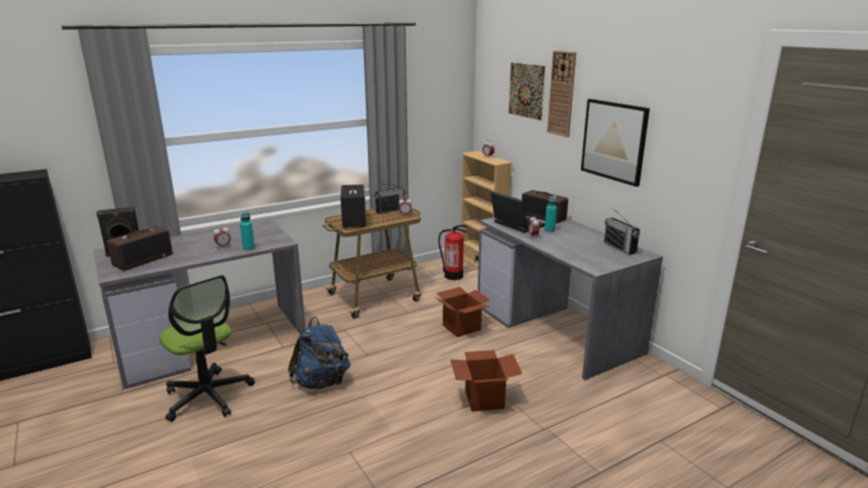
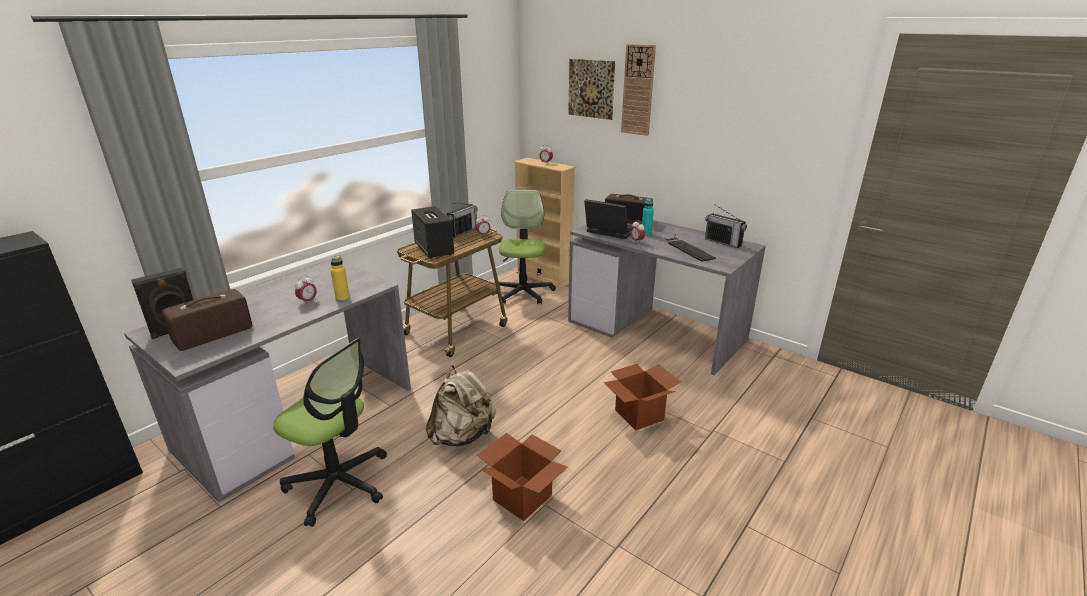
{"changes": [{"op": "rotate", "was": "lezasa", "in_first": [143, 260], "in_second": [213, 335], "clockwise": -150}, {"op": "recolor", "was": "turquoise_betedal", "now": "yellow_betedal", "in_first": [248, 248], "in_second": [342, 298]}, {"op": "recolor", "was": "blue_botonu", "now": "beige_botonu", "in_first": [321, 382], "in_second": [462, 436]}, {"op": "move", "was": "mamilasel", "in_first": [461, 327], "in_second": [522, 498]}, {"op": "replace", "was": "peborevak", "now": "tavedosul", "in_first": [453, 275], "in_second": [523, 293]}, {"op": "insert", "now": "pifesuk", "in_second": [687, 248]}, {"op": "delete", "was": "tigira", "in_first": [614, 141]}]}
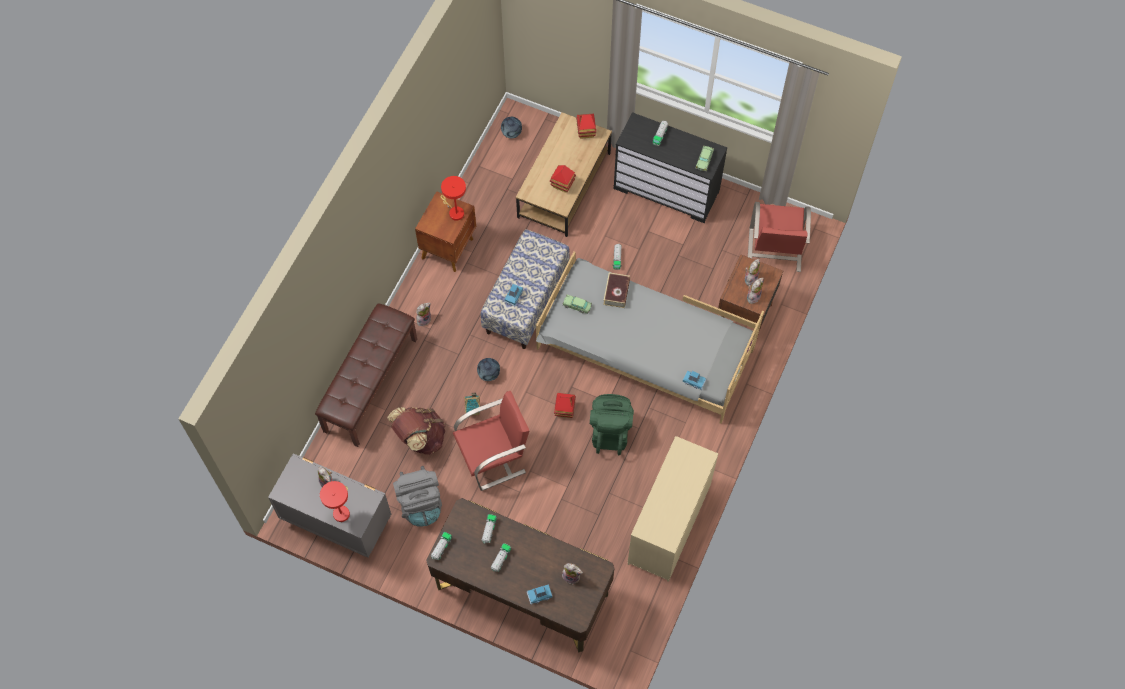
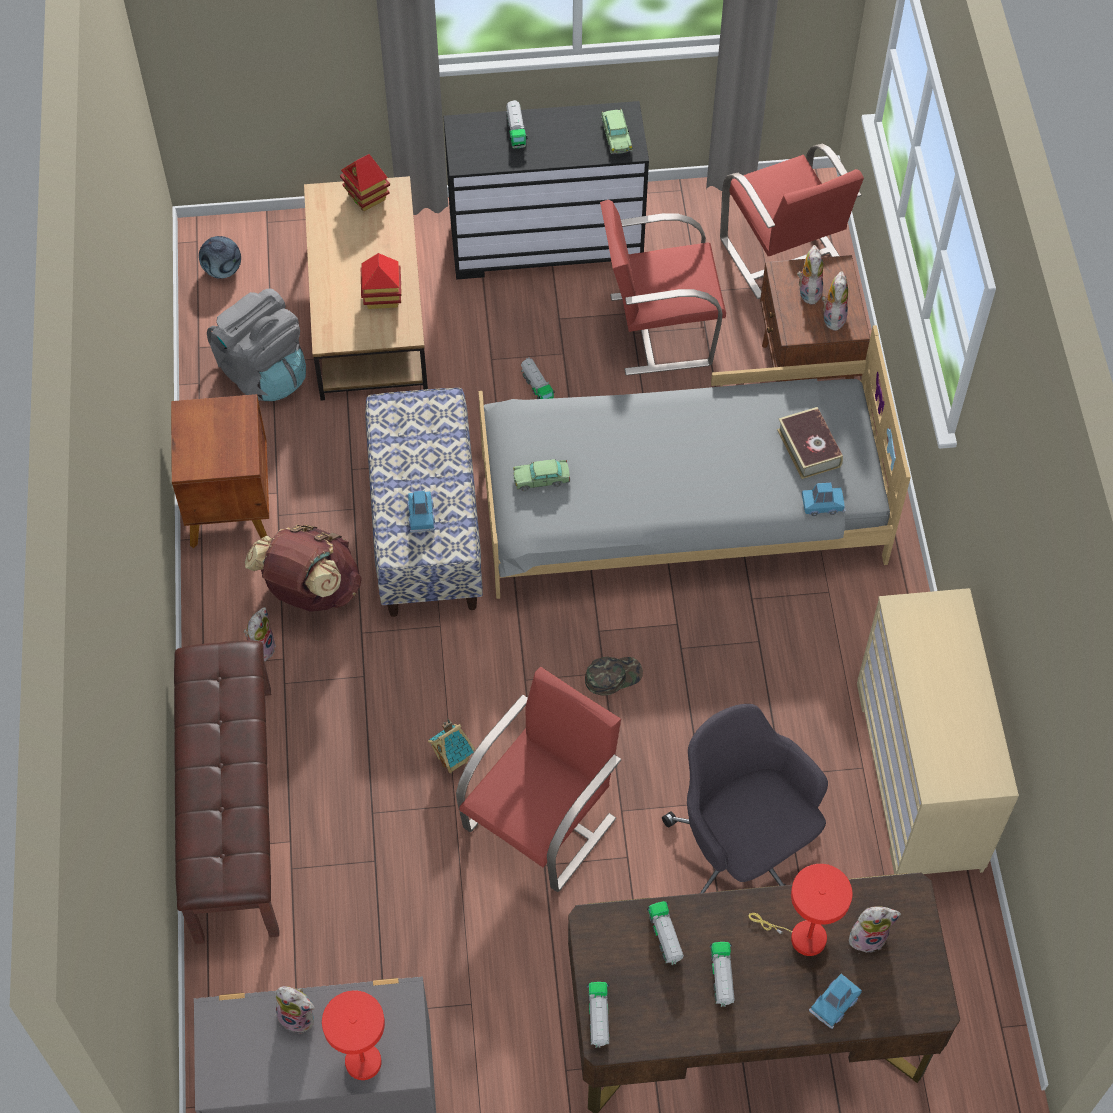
{"changes": [{"op": "move", "was": "grey_botonu", "in_first": [420, 504], "in_second": [263, 372]}, {"op": "move", "was": "brown_botonu", "in_first": [420, 438], "in_second": [310, 591]}, {"op": "replace", "was": "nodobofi", "now": "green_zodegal", "in_first": [564, 410], "in_second": [613, 676]}, {"op": "insert", "now": "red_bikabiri", "in_second": [657, 329]}, {"op": "insert", "now": "grey_tavedosul", "in_second": [742, 847]}, {"op": "move", "was": "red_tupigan", "in_first": [454, 212], "in_second": [801, 937]}, {"op": "move", "was": "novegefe", "in_first": [616, 292], "in_second": [809, 448]}, {"op": "delete", "was": "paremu", "in_first": [488, 374]}, {"op": "delete", "was": "green_botonu", "in_first": [610, 431]}]}
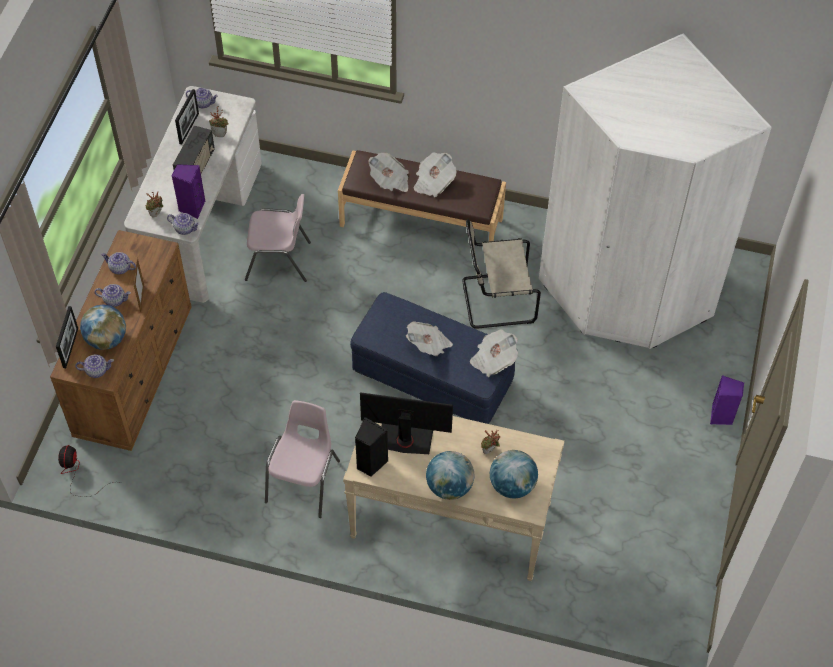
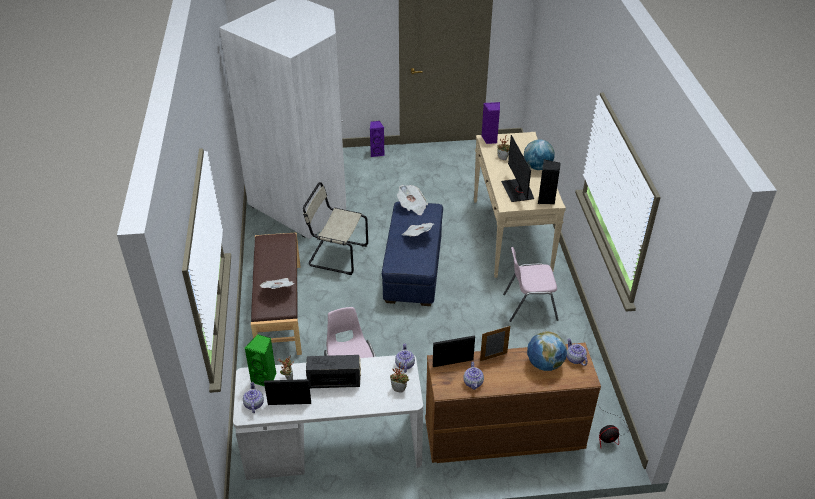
{"changes": [{"op": "insert", "now": "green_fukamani", "in_second": [265, 378]}, {"op": "rotate", "was": "beige_bikabiri", "in_first": [495, 300], "in_second": [336, 255], "clockwise": 135}, {"op": "move", "was": "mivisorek", "in_first": [70, 348], "in_second": [453, 362]}, {"op": "move", "was": "purple_fukamani", "in_first": [191, 207], "in_second": [490, 139]}, {"op": "delete", "was": "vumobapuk", "in_first": [115, 300]}, {"op": "delete", "was": "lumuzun", "in_first": [433, 182]}, {"op": "delete", "was": "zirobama", "in_first": [512, 485]}]}
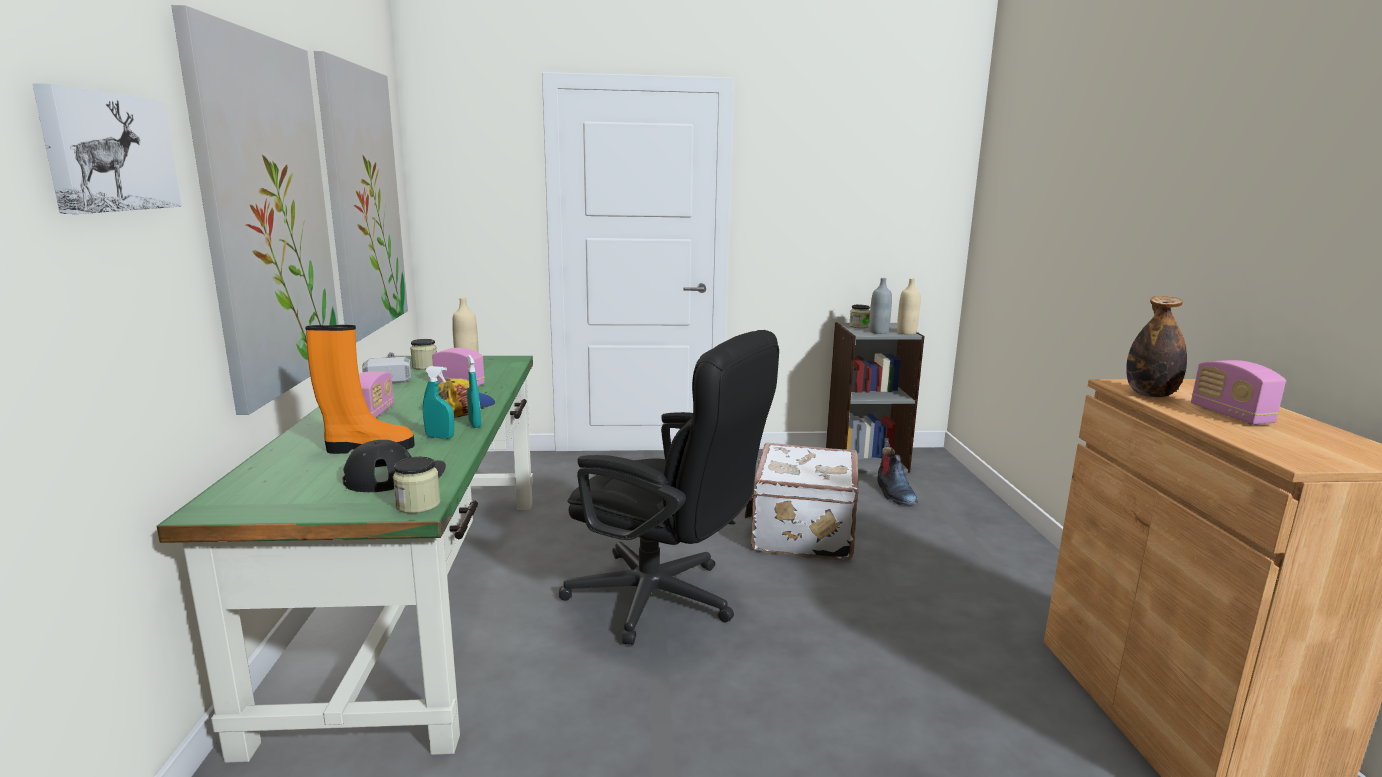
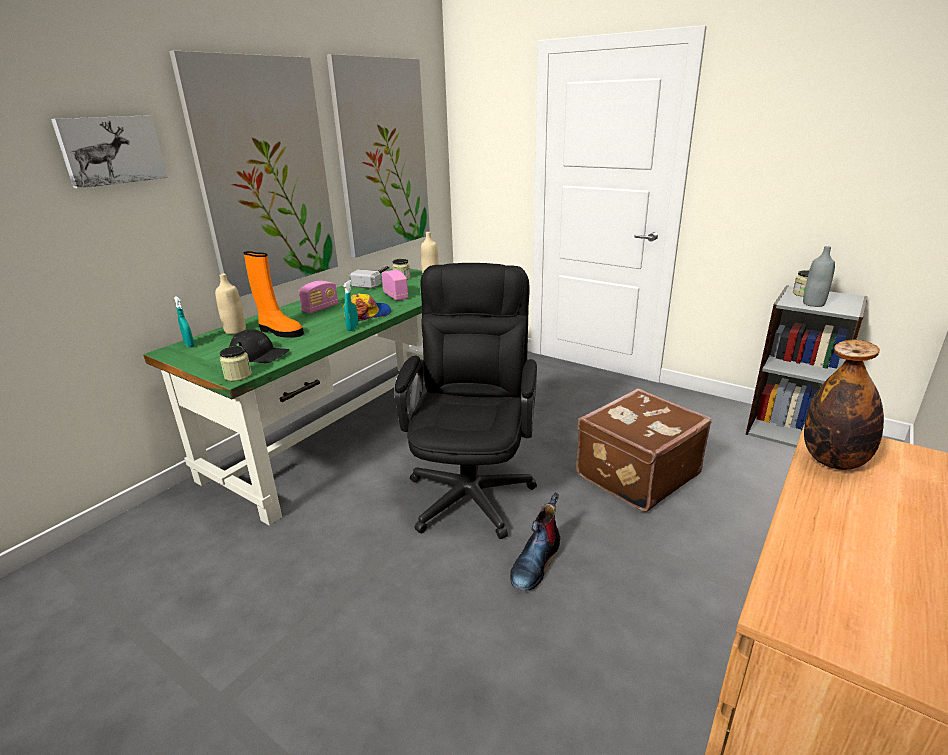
{"changes": [{"op": "move", "was": "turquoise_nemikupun", "in_first": [440, 437], "in_second": [189, 345]}, {"op": "move", "was": "beige_betedal", "in_first": [906, 332], "in_second": [235, 331]}, {"op": "rotate", "was": "black_tavedosul", "in_first": [665, 601], "in_second": [472, 487], "clockwise": -150}, {"op": "move", "was": "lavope", "in_first": [894, 493], "in_second": [535, 562]}, {"op": "recolor", "was": "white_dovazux", "now": "brown_dovazux", "in_first": [801, 533], "in_second": [635, 474]}, {"op": "delete", "was": "lezasa", "in_first": [1230, 415]}]}
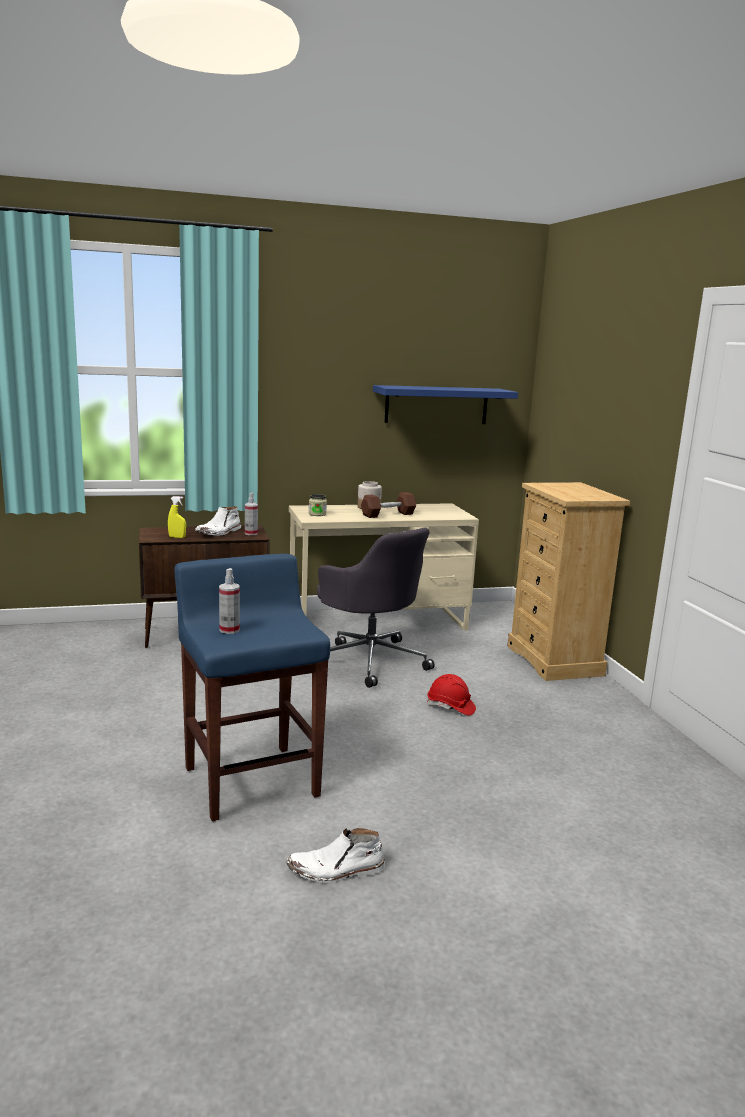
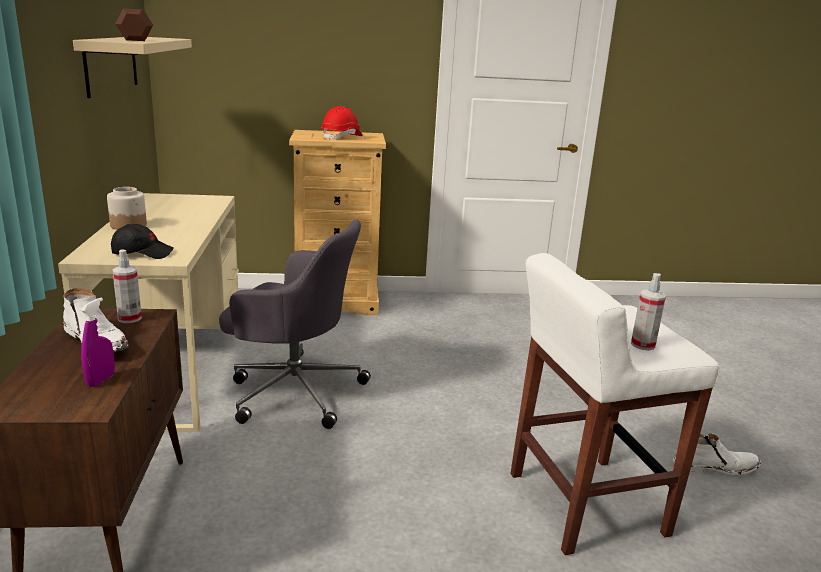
{"changes": [{"op": "recolor", "was": "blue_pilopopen", "now": "beige_pilopopen", "in_first": [436, 405], "in_second": [111, 64]}, {"op": "recolor", "was": "yellow_nemikupun", "now": "purple_nemikupun", "in_first": [177, 537], "in_second": [101, 380]}, {"op": "replace", "was": "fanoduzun", "now": "black_zodegal", "in_first": [317, 514], "in_second": [142, 253]}, {"op": "move", "was": "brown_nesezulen", "in_first": [388, 514], "in_second": [136, 39]}, {"op": "rotate", "was": "grey_tavedosul", "in_first": [370, 660], "in_second": [293, 391], "clockwise": 45}, {"op": "move", "was": "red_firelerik", "in_first": [450, 707], "in_second": [342, 137]}, {"op": "recolor", "was": "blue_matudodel", "now": "white_matudodel", "in_first": [251, 780], "in_second": [583, 504]}, {"op": "rotate", "was": "white_lavope", "in_first": [336, 870], "in_second": [714, 466], "clockwise": -90}]}
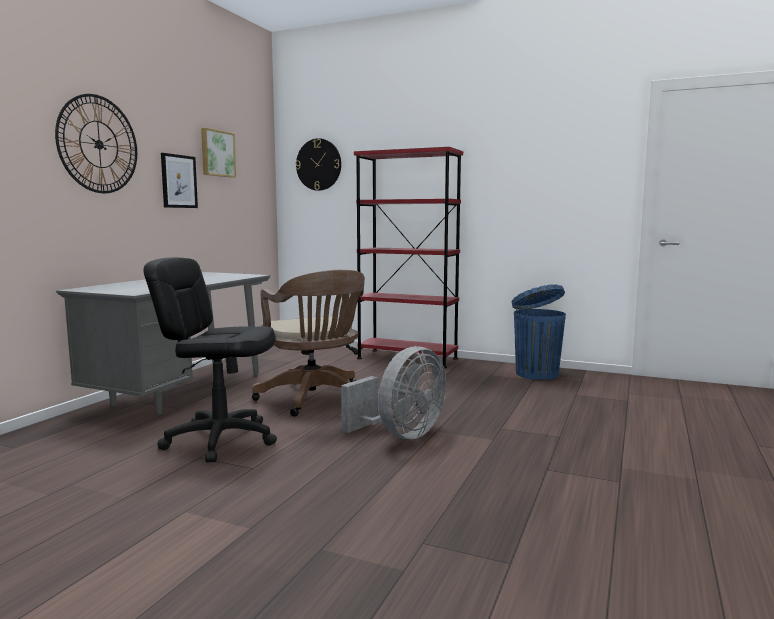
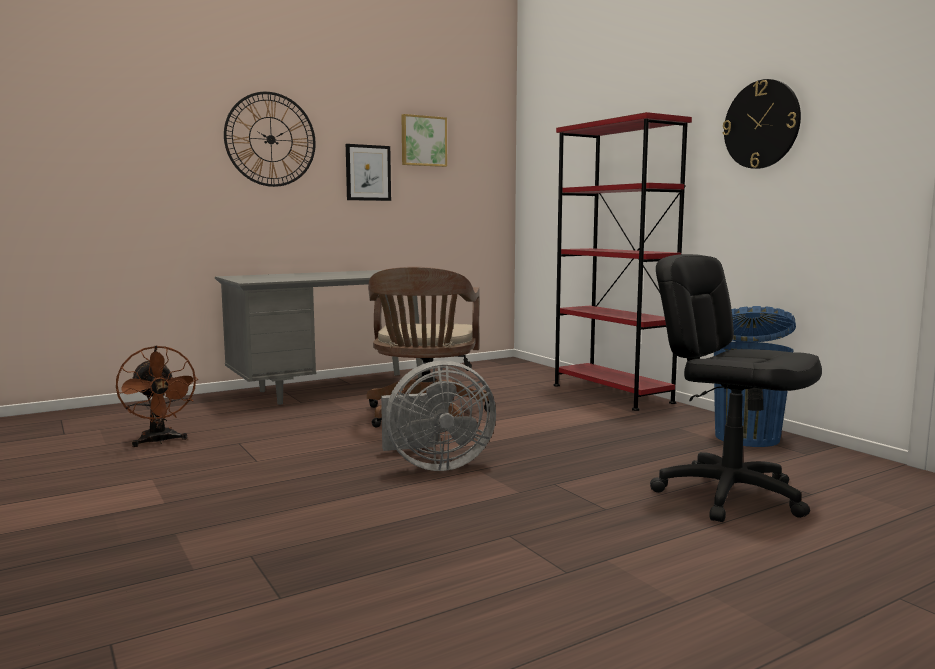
{"changes": [{"op": "insert", "now": "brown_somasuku", "in_second": [159, 441]}, {"op": "move", "was": "black_tavedosul", "in_first": [220, 439], "in_second": [729, 495]}, {"op": "move", "was": "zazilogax", "in_first": [318, 164], "in_second": [761, 124]}]}
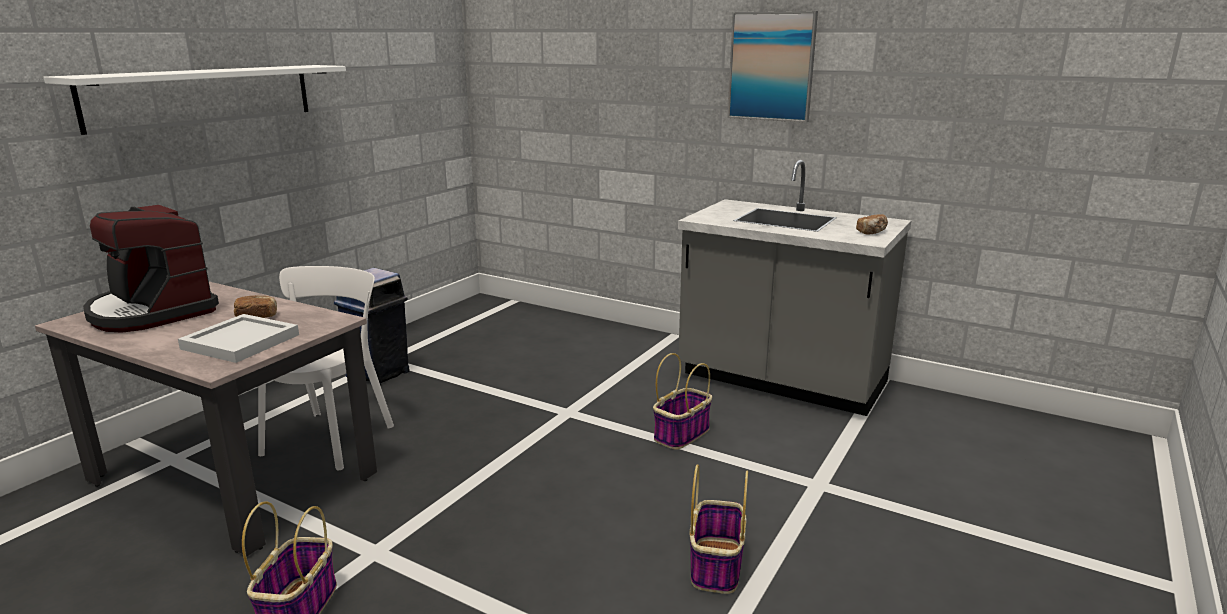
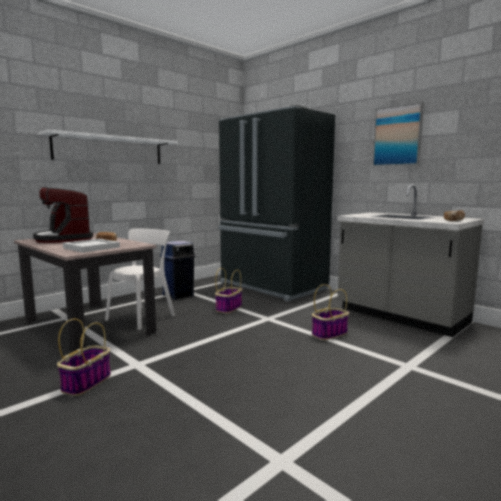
{"changes": [{"op": "move", "was": "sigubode", "in_first": [715, 565], "in_second": [229, 308]}, {"op": "insert", "now": "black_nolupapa", "in_second": [271, 286]}]}
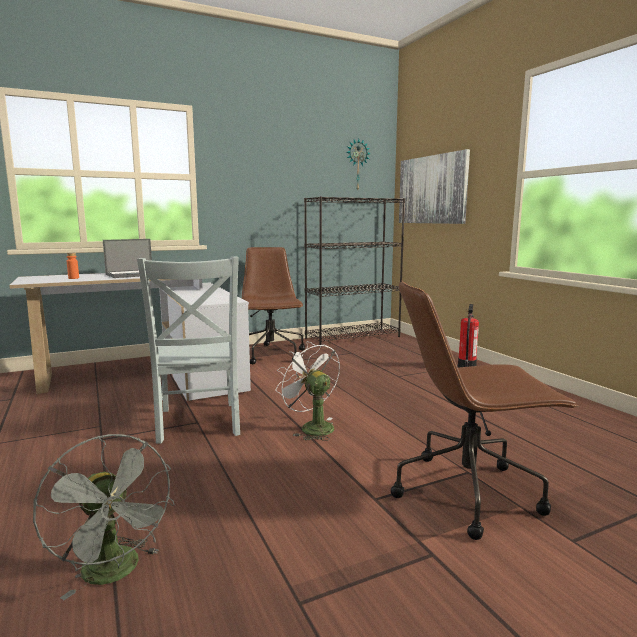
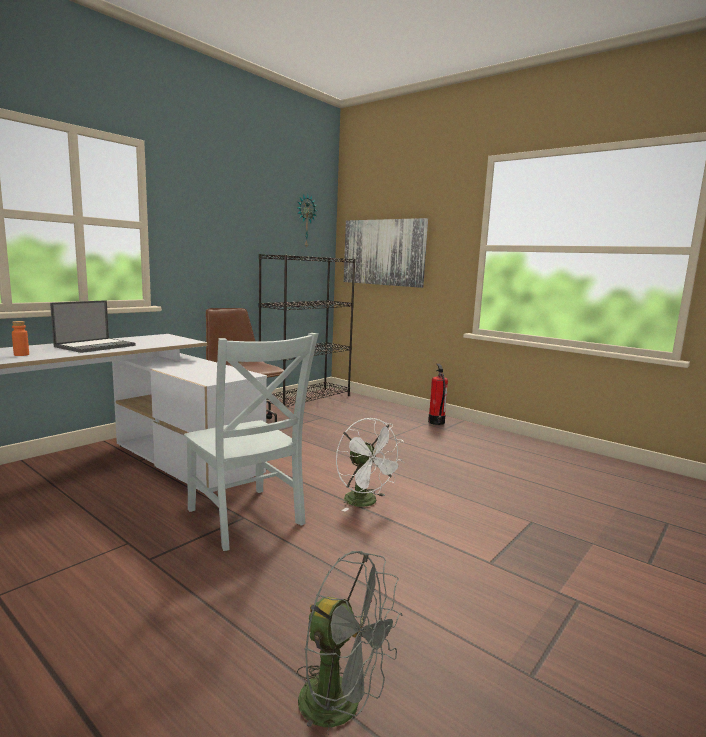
{"changes": [{"op": "rotate", "was": "white_somasuku", "in_first": [311, 427], "in_second": [366, 503], "clockwise": -150}, {"op": "delete", "was": "brown_tavedosul", "in_first": [469, 492]}]}
